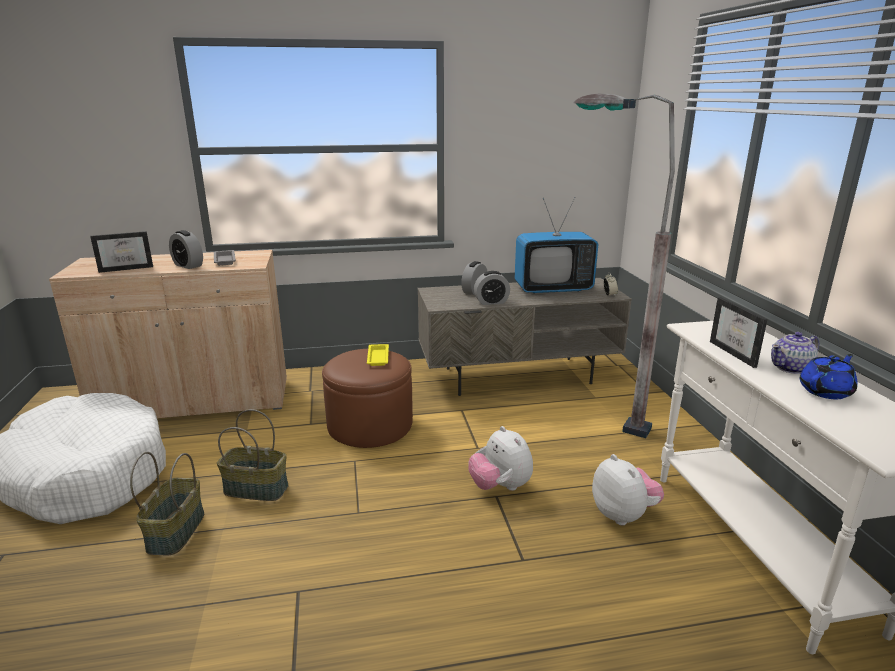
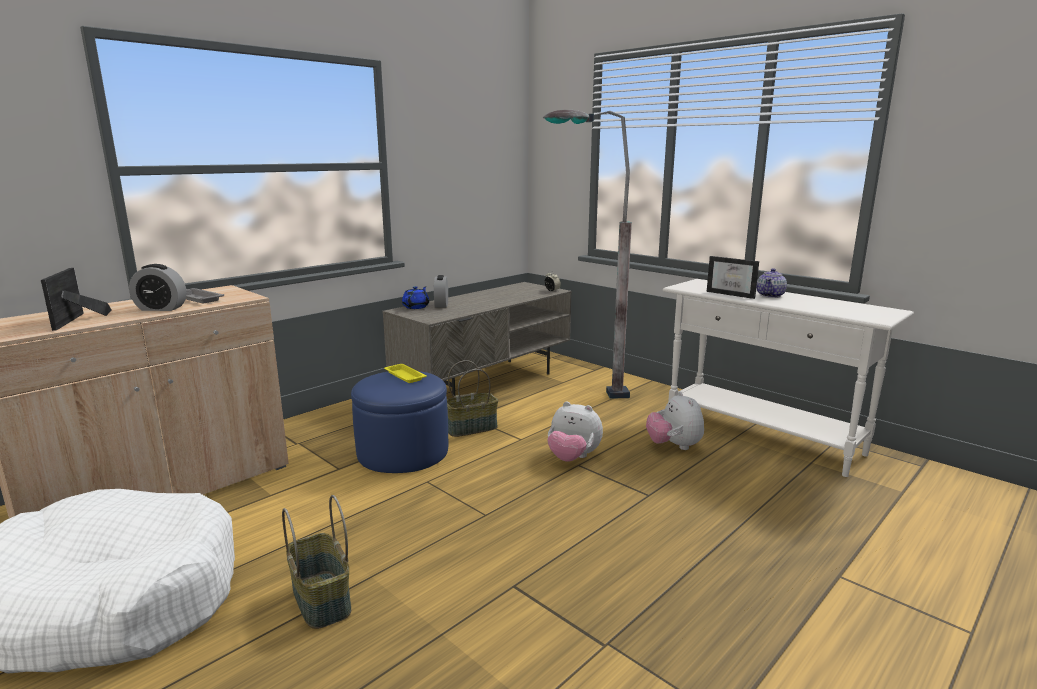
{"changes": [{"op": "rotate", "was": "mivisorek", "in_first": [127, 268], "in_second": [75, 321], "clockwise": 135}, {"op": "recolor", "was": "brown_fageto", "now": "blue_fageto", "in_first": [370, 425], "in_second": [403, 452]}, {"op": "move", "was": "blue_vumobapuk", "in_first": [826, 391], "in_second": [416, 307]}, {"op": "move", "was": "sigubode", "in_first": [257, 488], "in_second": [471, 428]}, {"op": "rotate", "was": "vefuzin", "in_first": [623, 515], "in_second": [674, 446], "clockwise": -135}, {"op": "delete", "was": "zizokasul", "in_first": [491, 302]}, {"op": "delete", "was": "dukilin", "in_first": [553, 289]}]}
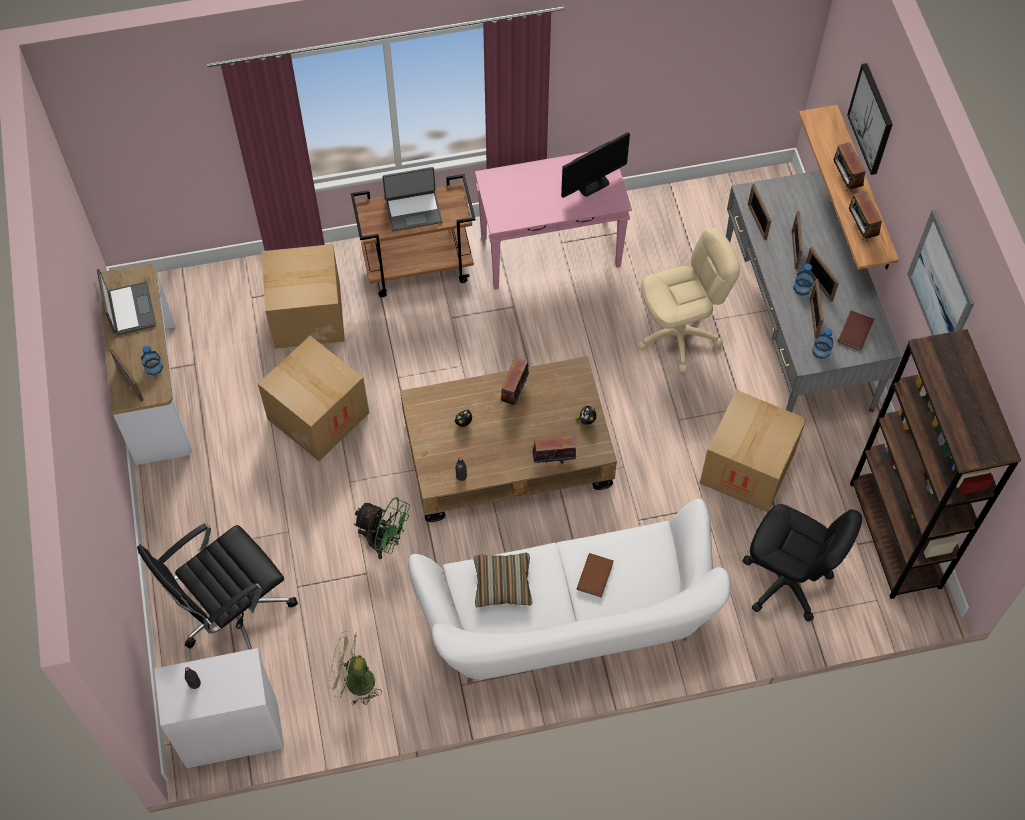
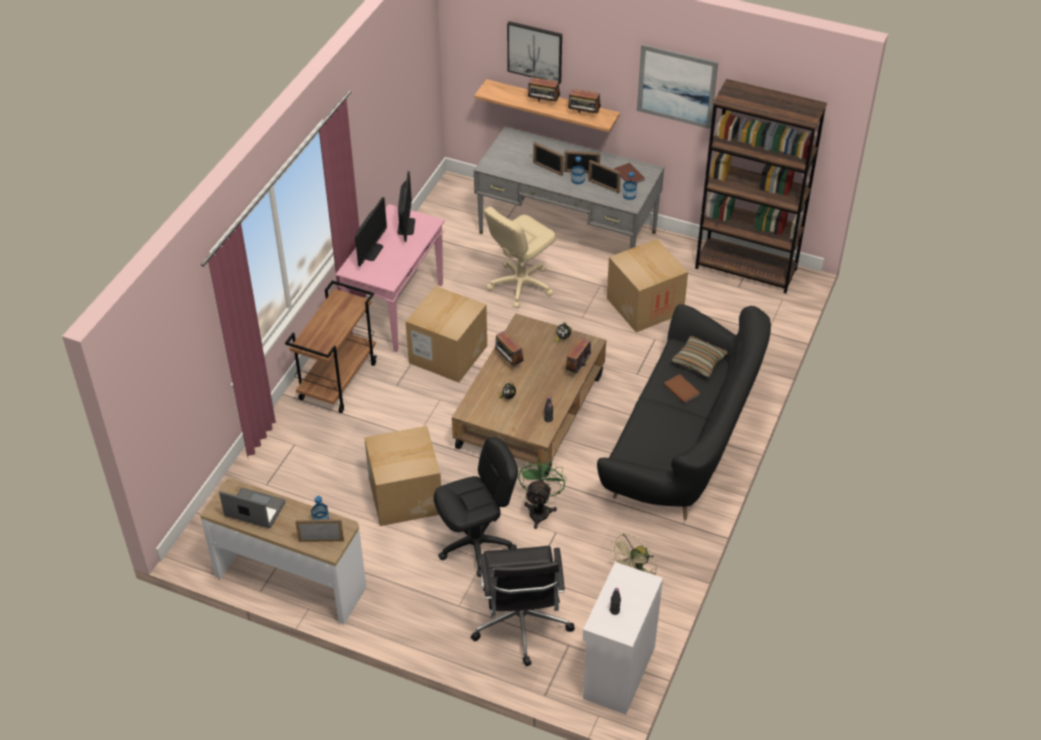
{"changes": [{"op": "insert", "now": "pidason", "in_second": [371, 251]}, {"op": "move", "was": "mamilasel", "in_first": [307, 315], "in_second": [448, 354]}, {"op": "move", "was": "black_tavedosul", "in_first": [786, 581], "in_second": [476, 545]}, {"op": "rotate", "was": "beige_tavedosul", "in_first": [678, 335], "in_second": [520, 285], "clockwise": -150}, {"op": "rotate", "was": "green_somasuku", "in_first": [385, 541], "in_second": [540, 509], "clockwise": -45}, {"op": "recolor", "was": "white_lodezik", "now": "black_lodezik", "in_first": [569, 624], "in_second": [683, 446]}, {"op": "move", "was": "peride", "in_first": [502, 583], "in_second": [699, 361]}, {"op": "delete", "was": "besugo", "in_first": [413, 210]}, {"op": "delete", "was": "mivisorek", "in_first": [757, 222]}]}
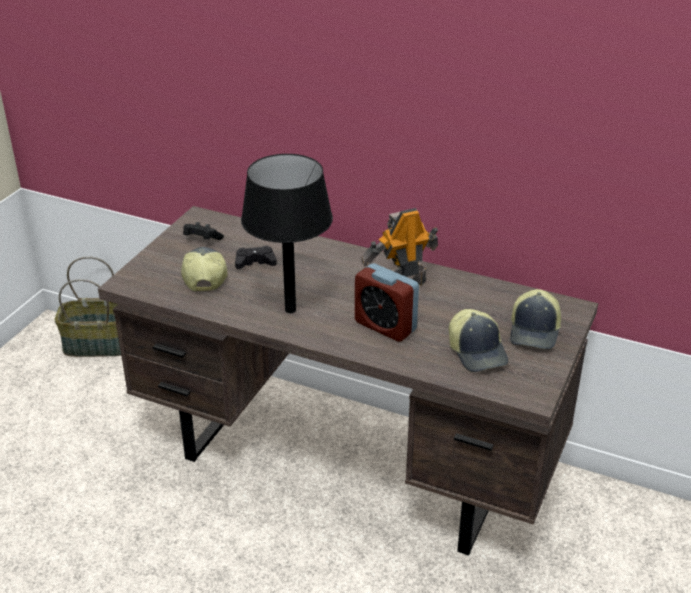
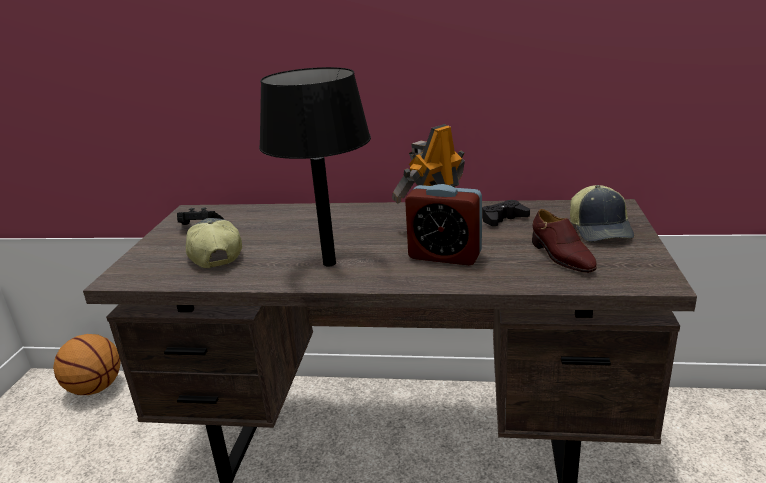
{"changes": [{"op": "replace", "was": "sigubode", "now": "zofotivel", "in_first": [100, 344], "in_second": [96, 388]}, {"op": "move", "was": "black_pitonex", "in_first": [255, 262], "in_second": [503, 219]}, {"op": "replace", "was": "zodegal", "now": "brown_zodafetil", "in_first": [478, 351], "in_second": [561, 256]}]}
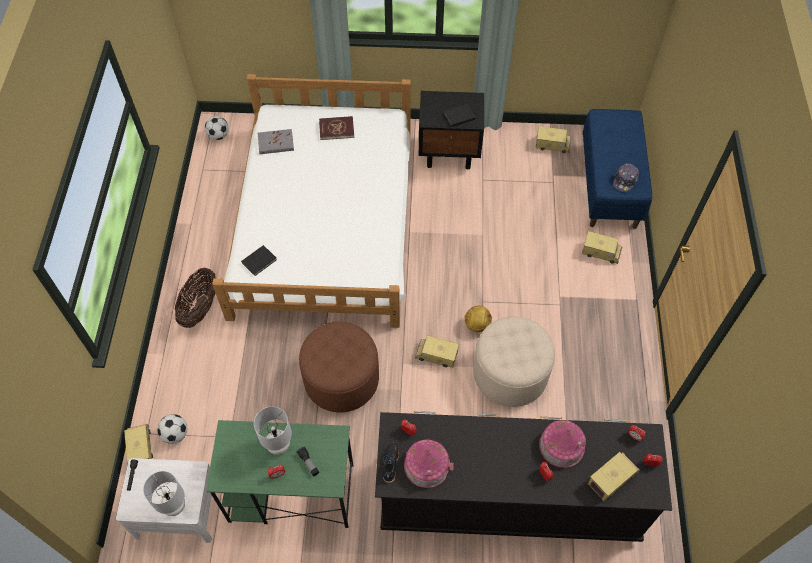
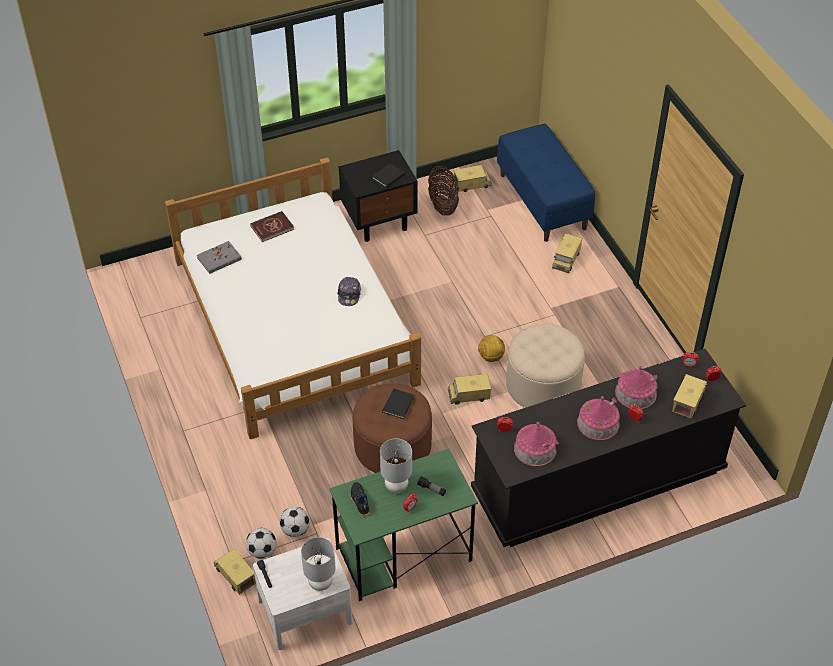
{"changes": [{"op": "move", "was": "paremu", "in_first": [218, 135], "in_second": [295, 530]}, {"op": "move", "was": "zodegal", "in_first": [625, 180], "in_second": [349, 294]}, {"op": "move", "was": "black_zodafetil", "in_first": [389, 463], "in_second": [359, 501]}, {"op": "move", "was": "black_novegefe", "in_first": [260, 261], "in_second": [399, 404]}, {"op": "move", "was": "sigubode", "in_first": [200, 308], "in_second": [443, 204]}, {"op": "rotate", "was": "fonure", "in_first": [601, 252], "in_second": [566, 259], "clockwise": 120}, {"op": "insert", "now": "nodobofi", "in_second": [598, 423]}]}
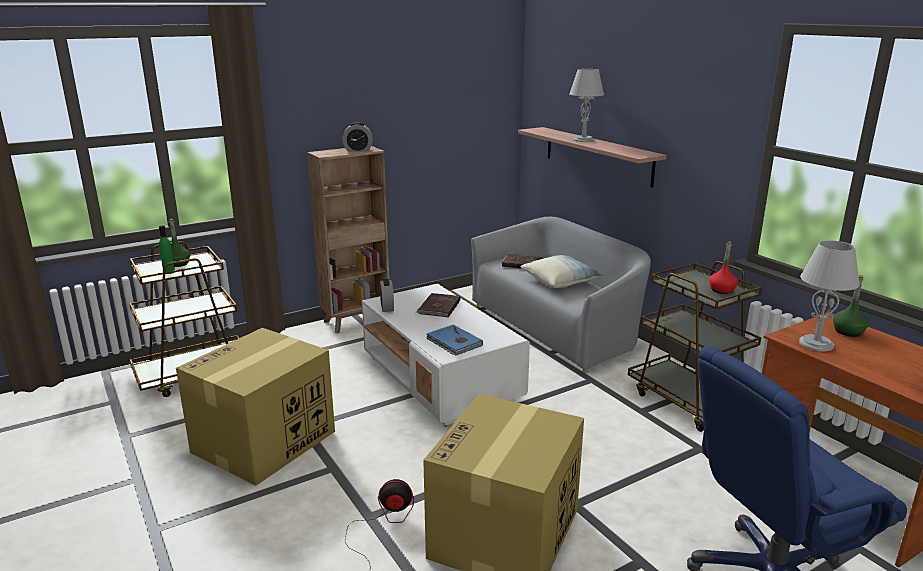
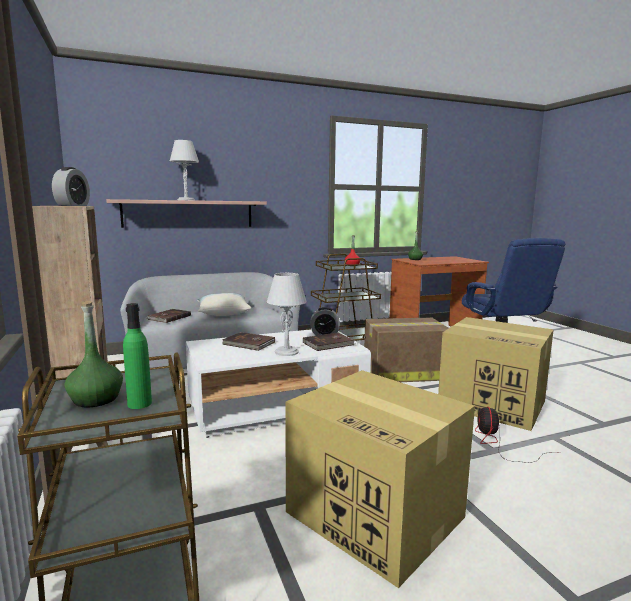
{"changes": [{"op": "move", "was": "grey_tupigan", "in_first": [816, 344], "in_second": [286, 352]}, {"op": "recolor", "was": "blue_novegefe", "now": "brown_novegefe", "in_first": [454, 342], "in_second": [329, 344]}, {"op": "move", "was": "zizokasul", "in_first": [387, 307], "in_second": [324, 334]}, {"op": "insert", "now": "mamilasel", "in_second": [403, 372]}]}
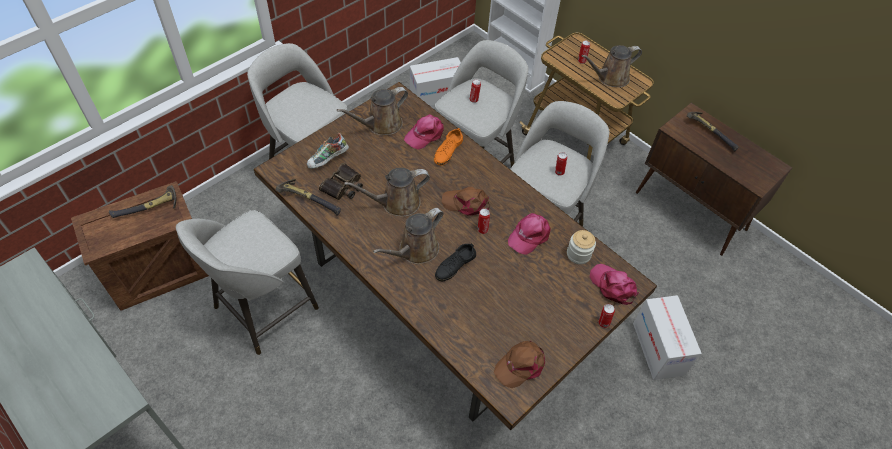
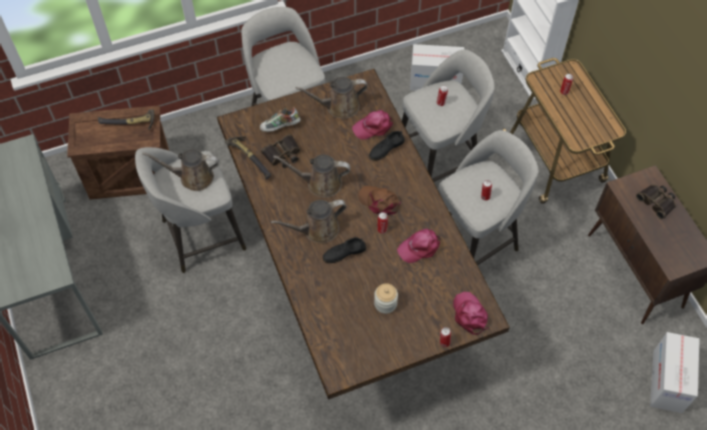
{"changes": [{"op": "move", "was": "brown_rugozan", "in_first": [610, 78], "in_second": [193, 177]}, {"op": "recolor", "was": "orange_zodafetil", "now": "black_zodafetil", "in_first": [448, 151], "in_second": [386, 148]}, {"op": "move", "was": "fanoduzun", "in_first": [578, 254], "in_second": [385, 303]}, {"op": "replace", "was": "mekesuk", "now": "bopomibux", "in_first": [711, 132], "in_second": [657, 202]}, {"op": "move", "was": "mamilasel", "in_first": [658, 349], "in_second": [667, 381]}, {"op": "delete", "was": "brown_zodegal", "in_first": [520, 365]}]}
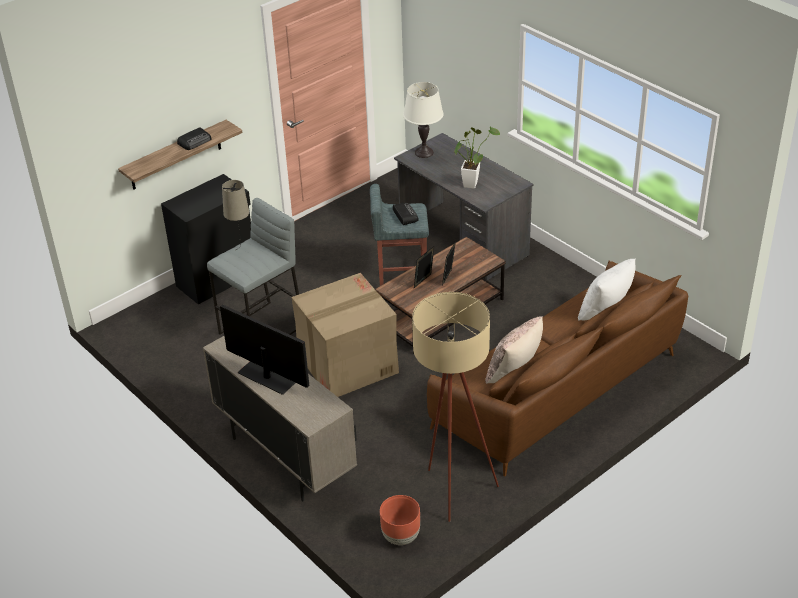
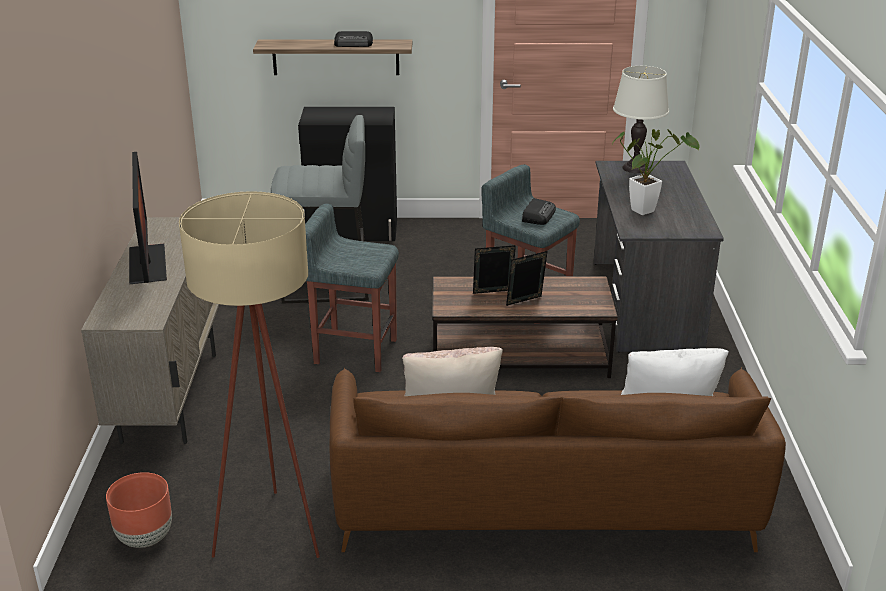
{"changes": [{"op": "replace", "was": "mamilasel", "now": "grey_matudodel", "in_first": [347, 364], "in_second": [354, 351]}, {"op": "delete", "was": "beige_tupigan", "in_first": [241, 250]}]}
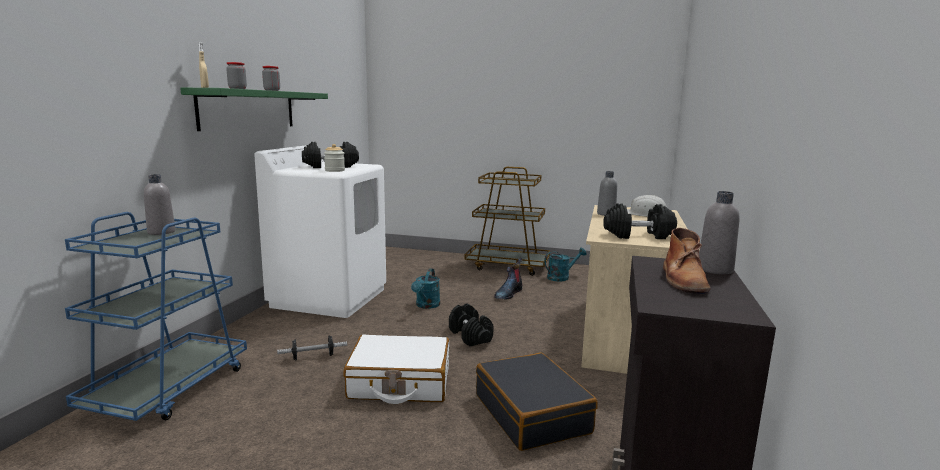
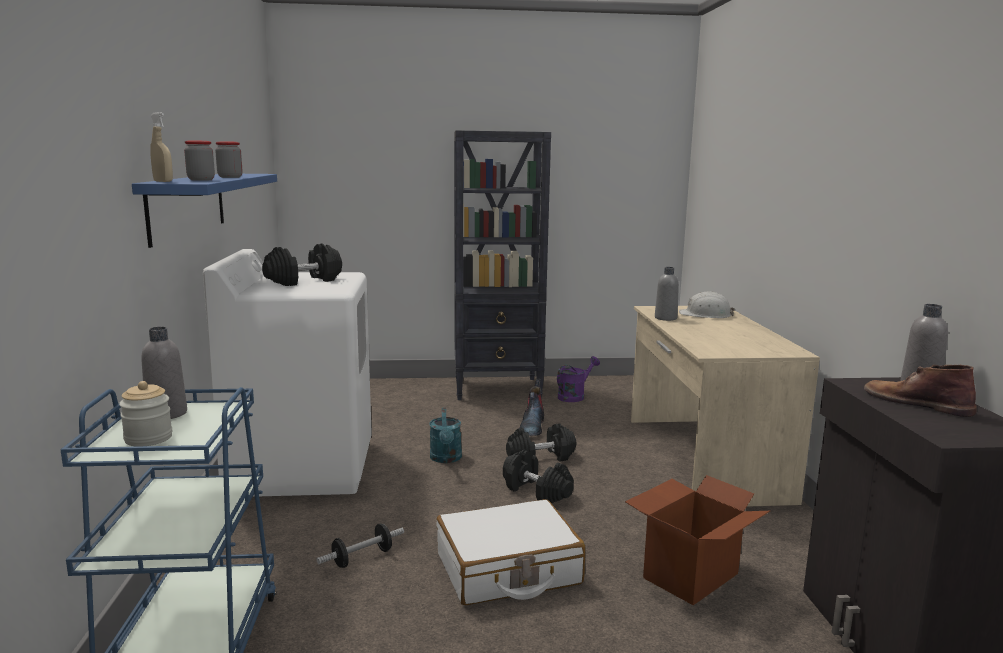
{"changes": [{"op": "move", "was": "fanoduzun", "in_first": [335, 170], "in_second": [148, 438]}, {"op": "recolor", "was": "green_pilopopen", "now": "blue_pilopopen", "in_first": [248, 109], "in_second": [188, 205]}, {"op": "replace", "was": "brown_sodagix", "now": "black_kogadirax", "in_first": [507, 266], "in_second": [498, 389]}, {"op": "move", "was": "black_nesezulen", "in_first": [638, 235], "in_second": [541, 457]}, {"op": "recolor", "was": "turquoise_rugozan", "now": "purple_rugozan", "in_first": [561, 277], "in_second": [574, 396]}, {"op": "replace", "was": "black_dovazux", "now": "mamilasel", "in_first": [532, 414], "in_second": [689, 575]}, {"op": "rotate", "was": "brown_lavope", "in_first": [684, 280], "in_second": [916, 403], "clockwise": 150}]}
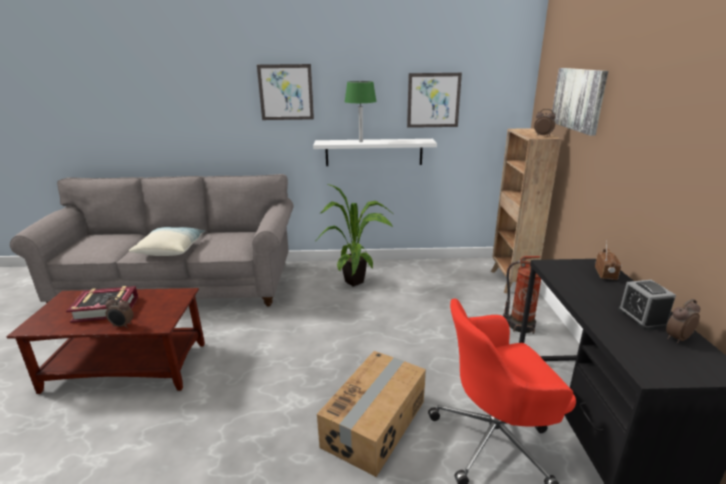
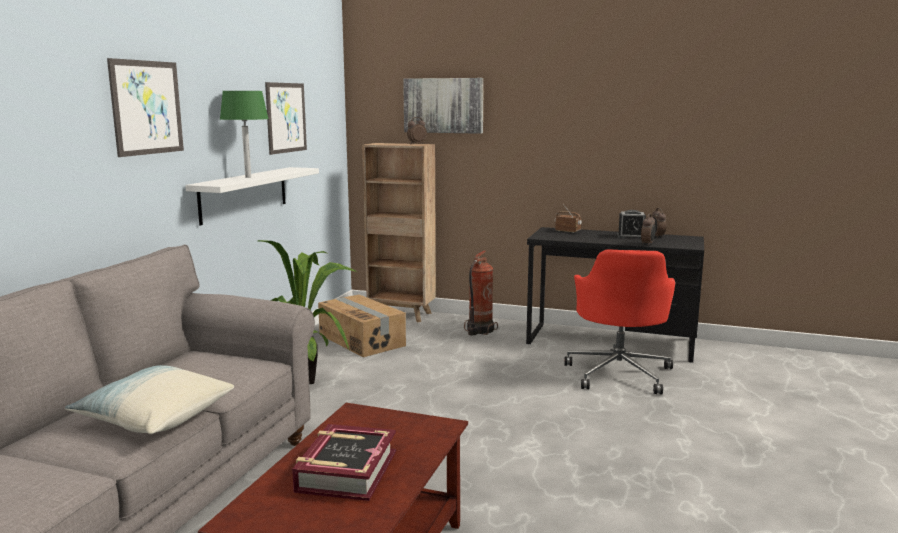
{"changes": [{"op": "move", "was": "mamilasel", "in_first": [375, 423], "in_second": [362, 340]}, {"op": "move", "was": "zizokasul", "in_first": [122, 326], "in_second": [647, 244]}]}
